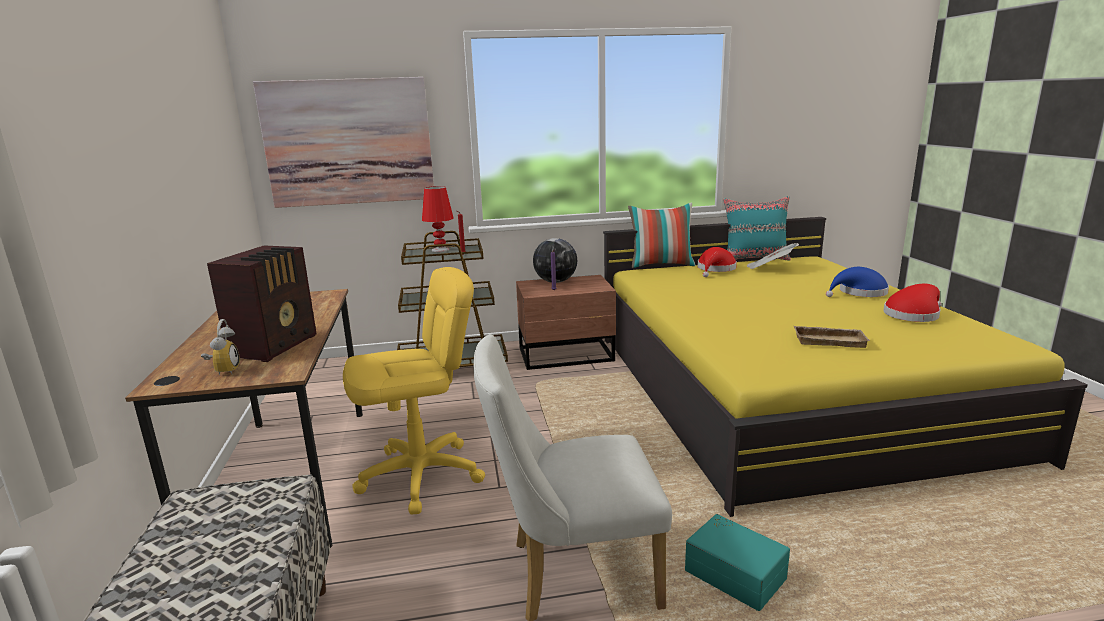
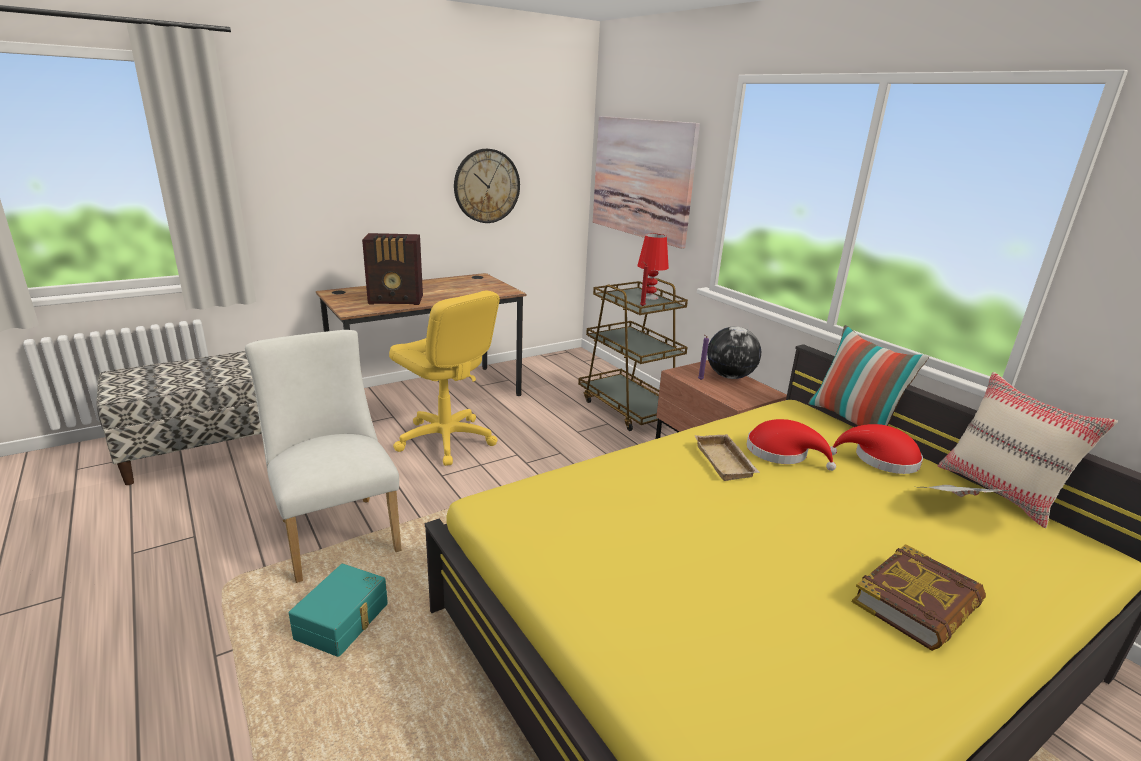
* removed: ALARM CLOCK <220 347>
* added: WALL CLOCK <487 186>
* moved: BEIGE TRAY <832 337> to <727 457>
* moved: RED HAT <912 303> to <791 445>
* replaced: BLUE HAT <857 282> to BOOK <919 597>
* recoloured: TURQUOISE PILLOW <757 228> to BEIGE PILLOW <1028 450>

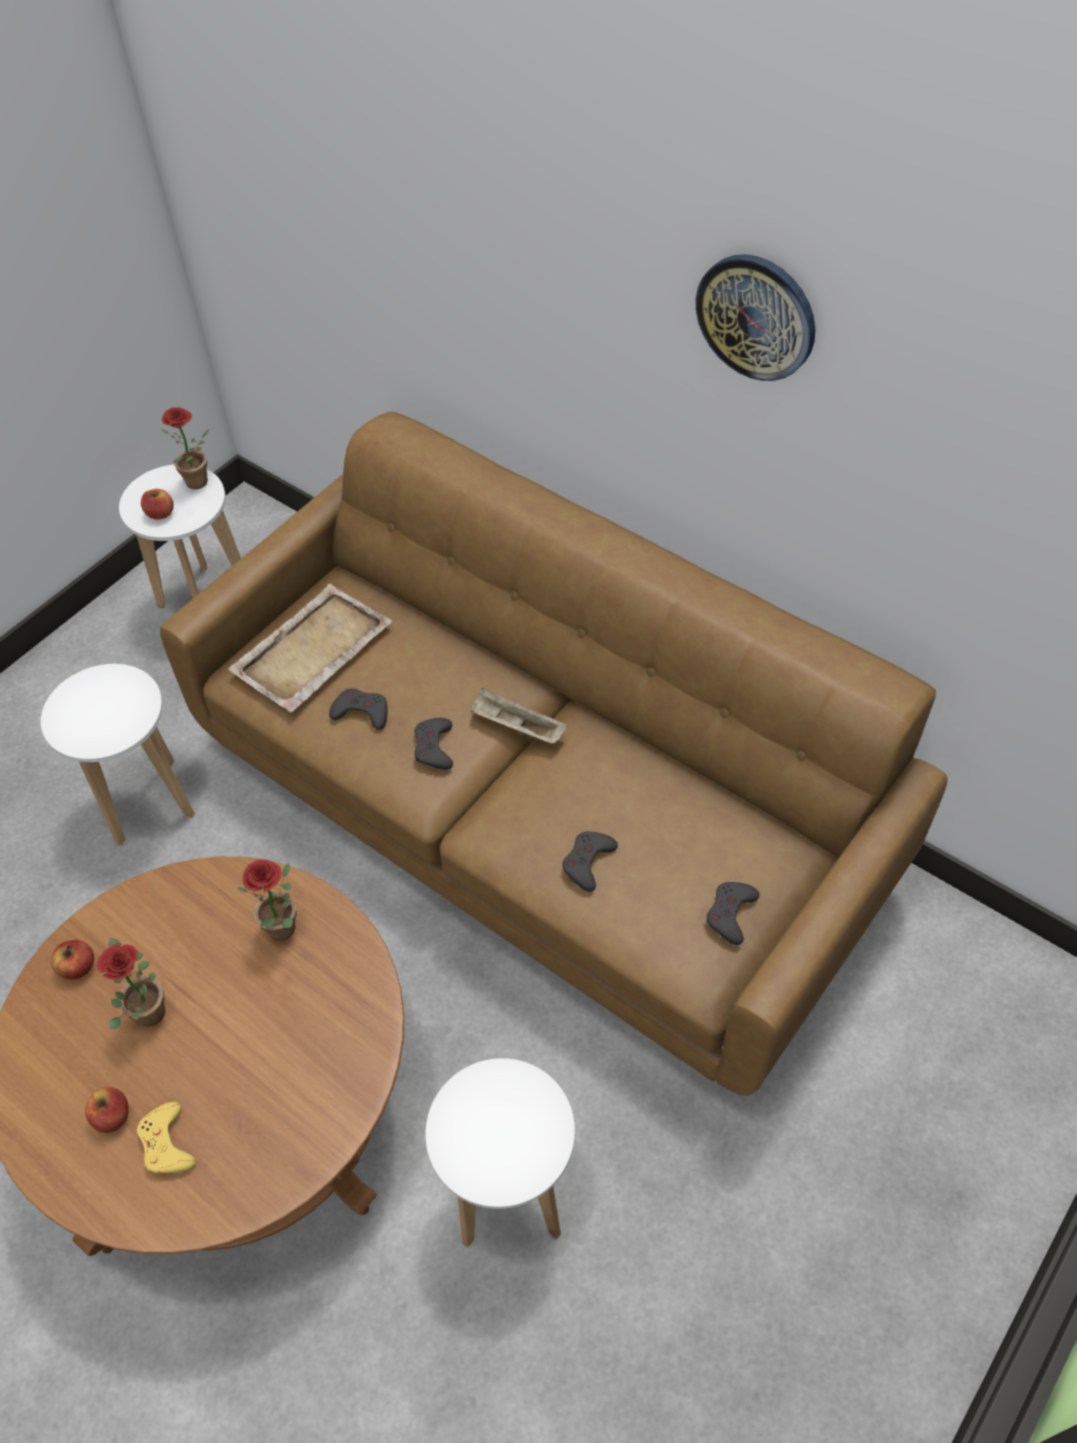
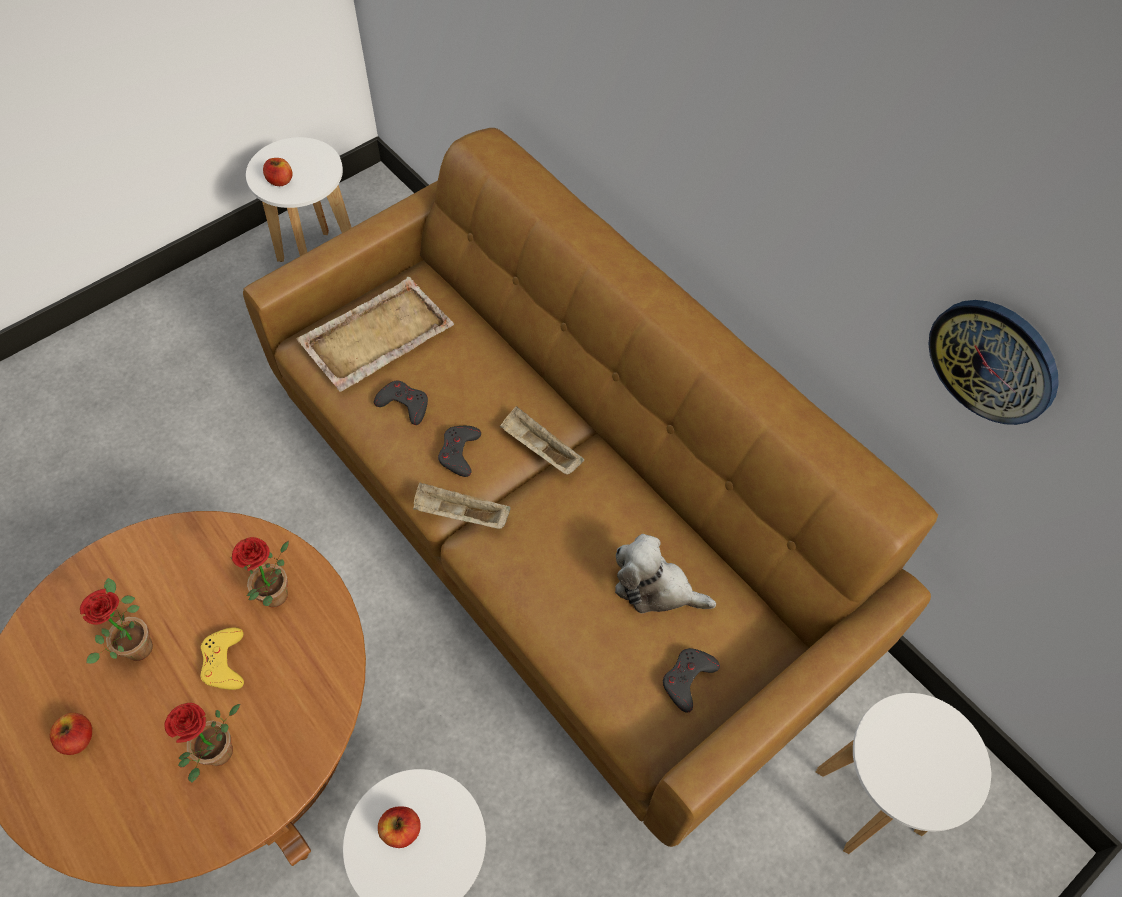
* removed: GREY GAME CONTROLLER <590 862>
* added: BEIGE TRAY <462 506>
* added: PLUSH TOY <665 573>
* moved: WHITE STOOL <118 755> to <903 773>
* moved: APPLE <72 959> to <399 827>
* moved: YELLOW GAME CONTROLLER <166 1138> to <222 659>
* moved: POTTED PLANT <185 448> to <202 743>
* moved: WALL CLOCK <755 317> to <993 362>

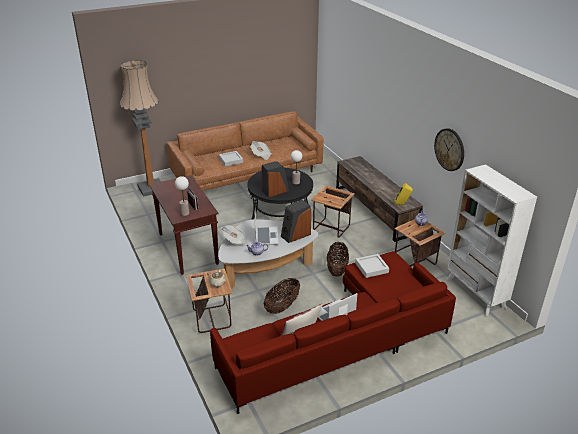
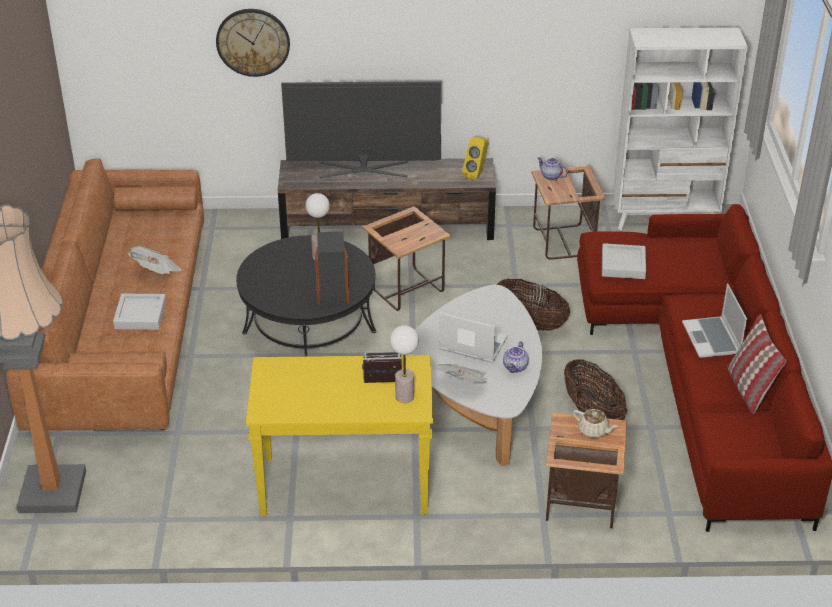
* removed: SPEAKER <296 221>
* added: TELEVISION <361 129>
* moved: WALL CLOCK <449 149> to <253 43>
* recoloured: BROWN CONSOLE TABLE <184 225> to YELLOW CONSOLE TABLE <339 436>

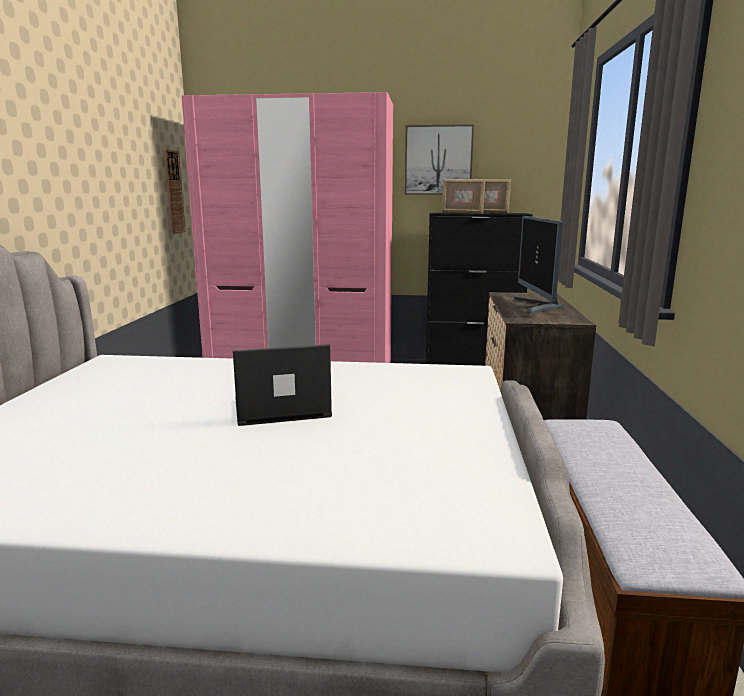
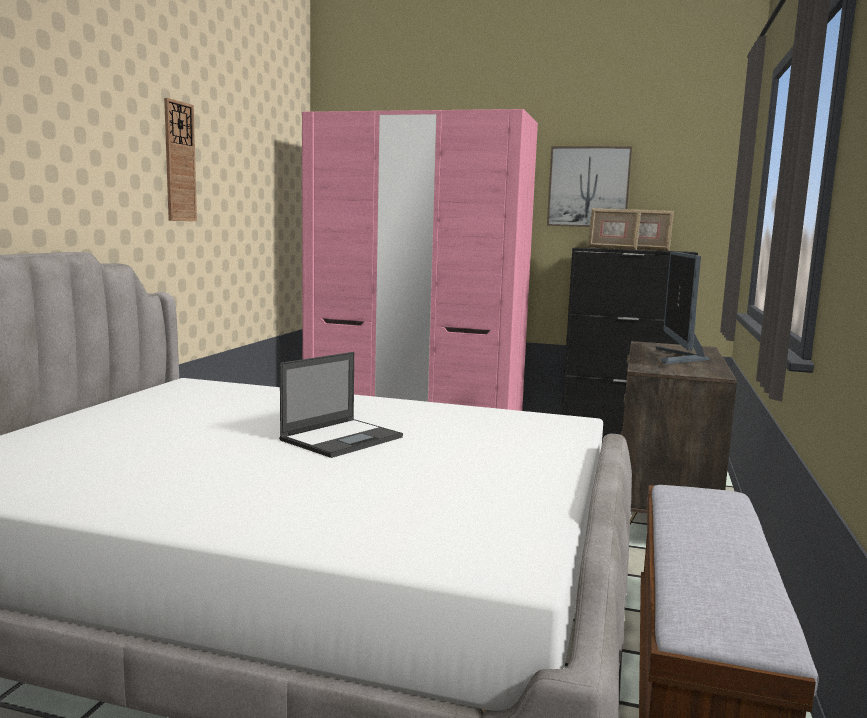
* moved: WALL CLOCK <174 191> to <180 159>
* turned: LAPTOP <282 385> = <341 405> 135 degrees clockwise

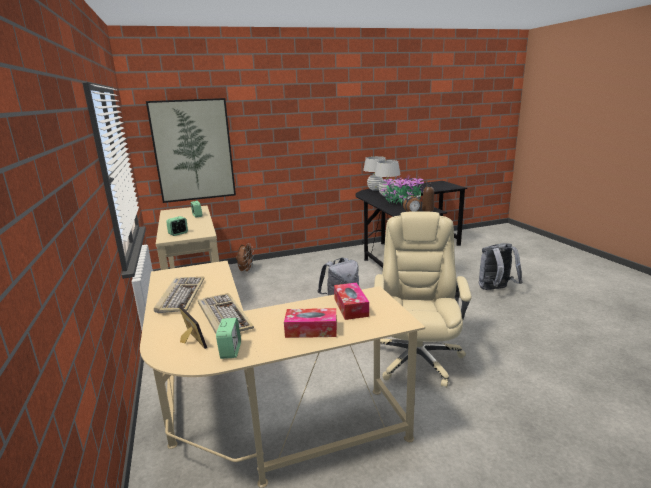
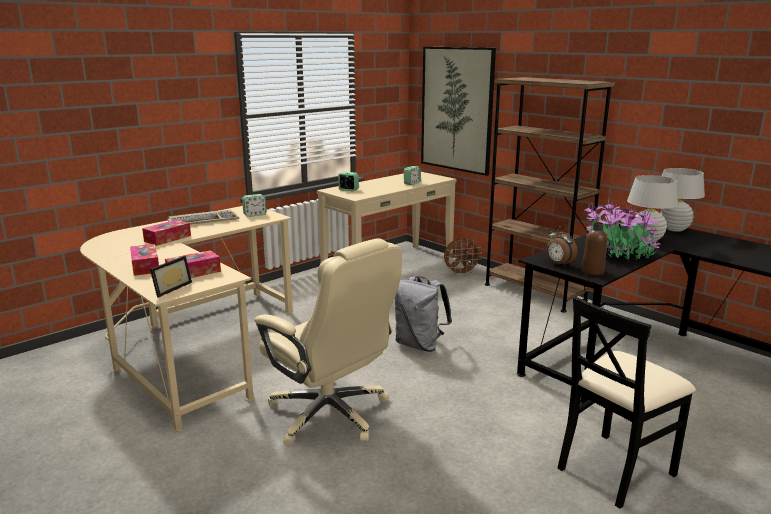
* added: BROWN BOOKCASE <550 195>
* moved: PICTURE FRAME <193 327> to <171 277>
* moved: ALARM CLOCK <228 338> to <254 205>
* replaced: KEYBOARD <226 313> to TISSUE BOX <166 233>
* replaced: GREY BACKPACK <501 266> to BLACK CHAIR <627 402>
* turned: BEIGE OFFICE CHAIR <423 299> = <328 342> 60 degrees clockwise

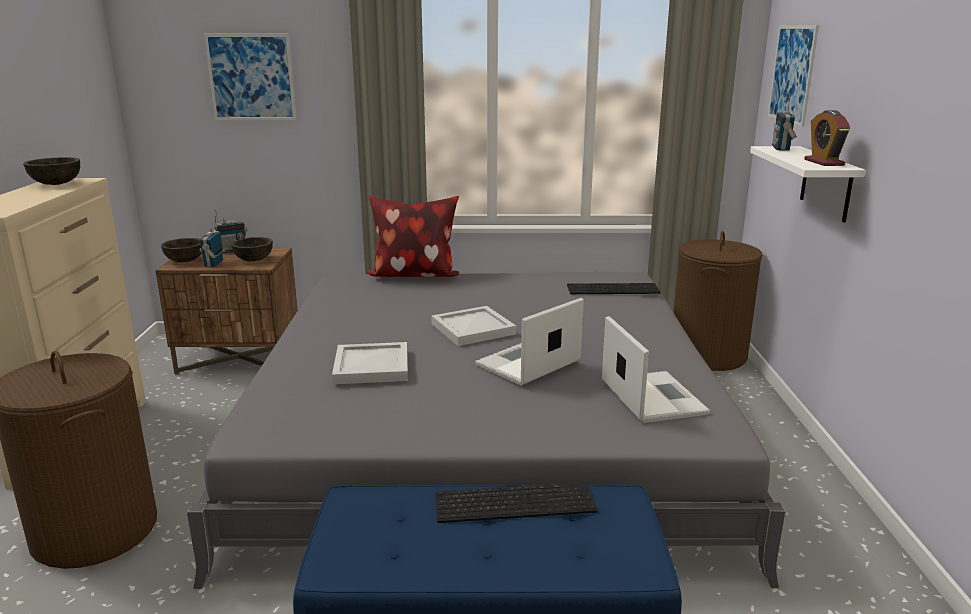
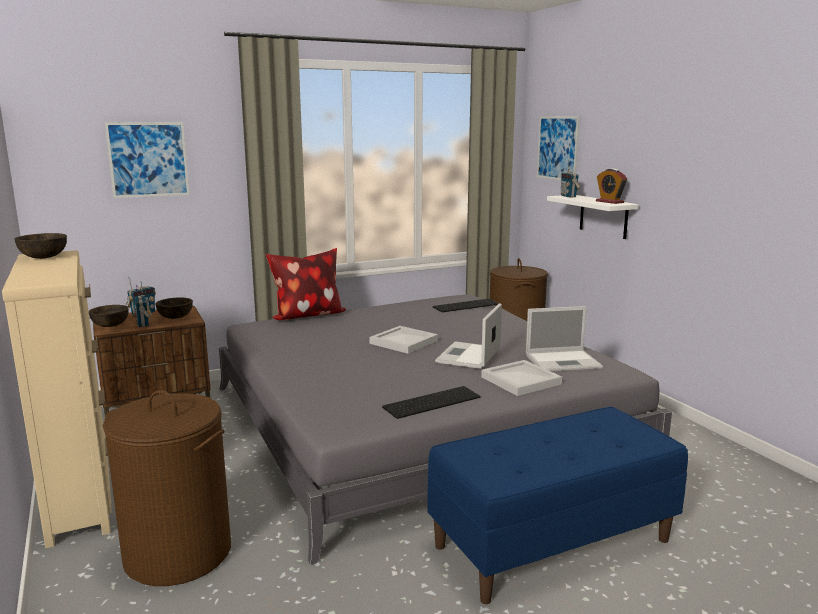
* moved: WHITE TRAY <370 363> to <521 378>
* moved: KEYBOARD <516 502> to <431 402>
* turned: LAPTOP <656 369> = <564 339> 120 degrees clockwise

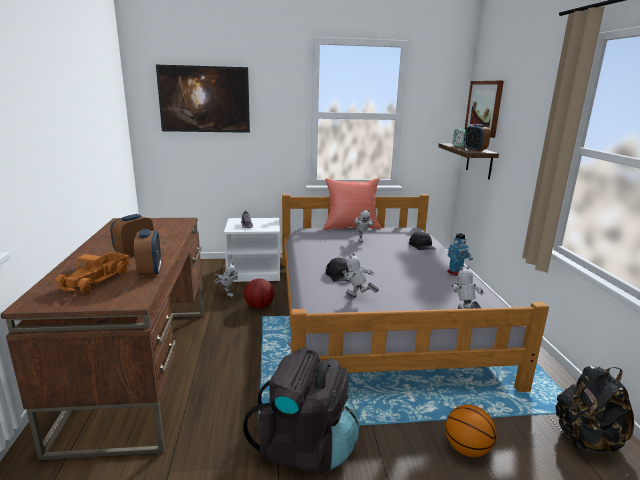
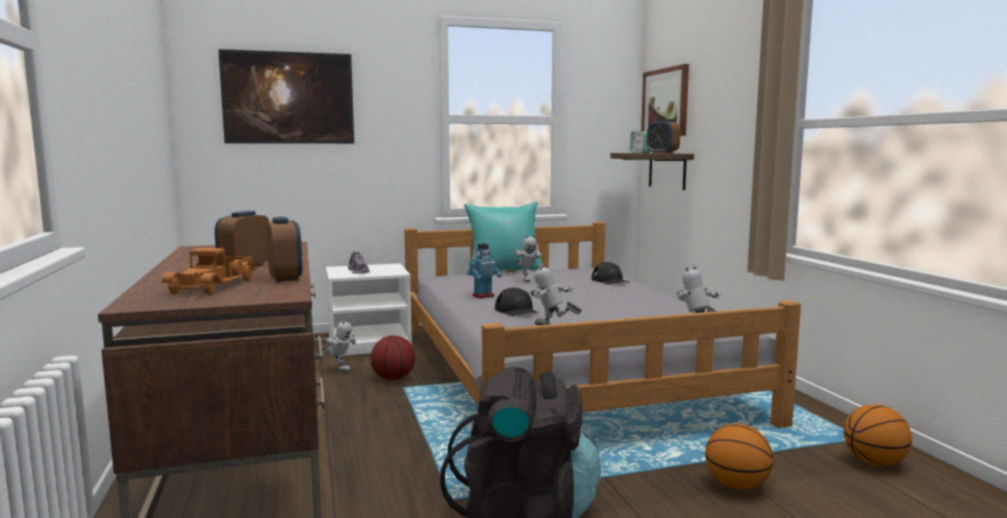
* moved: TOY ROBOT <460 254> to <485 271>
* replaced: BLACK BACKPACK <595 409> to BASKETBALL <878 435>
* recoloured: RED PILLOW <352 203> to TURQUOISE PILLOW <504 238>

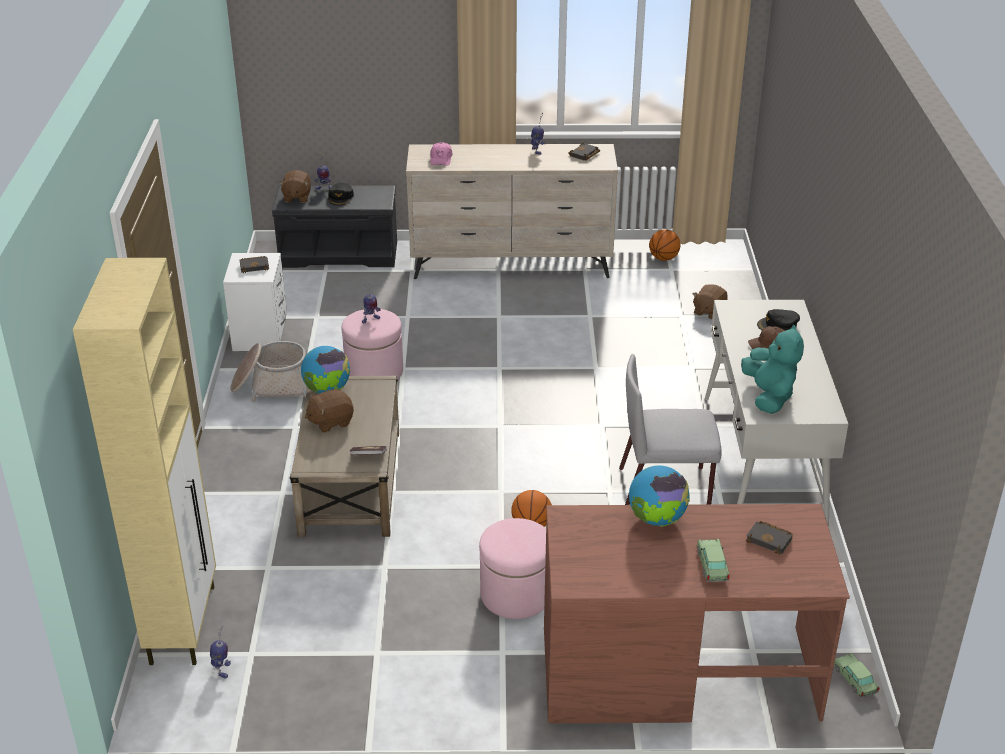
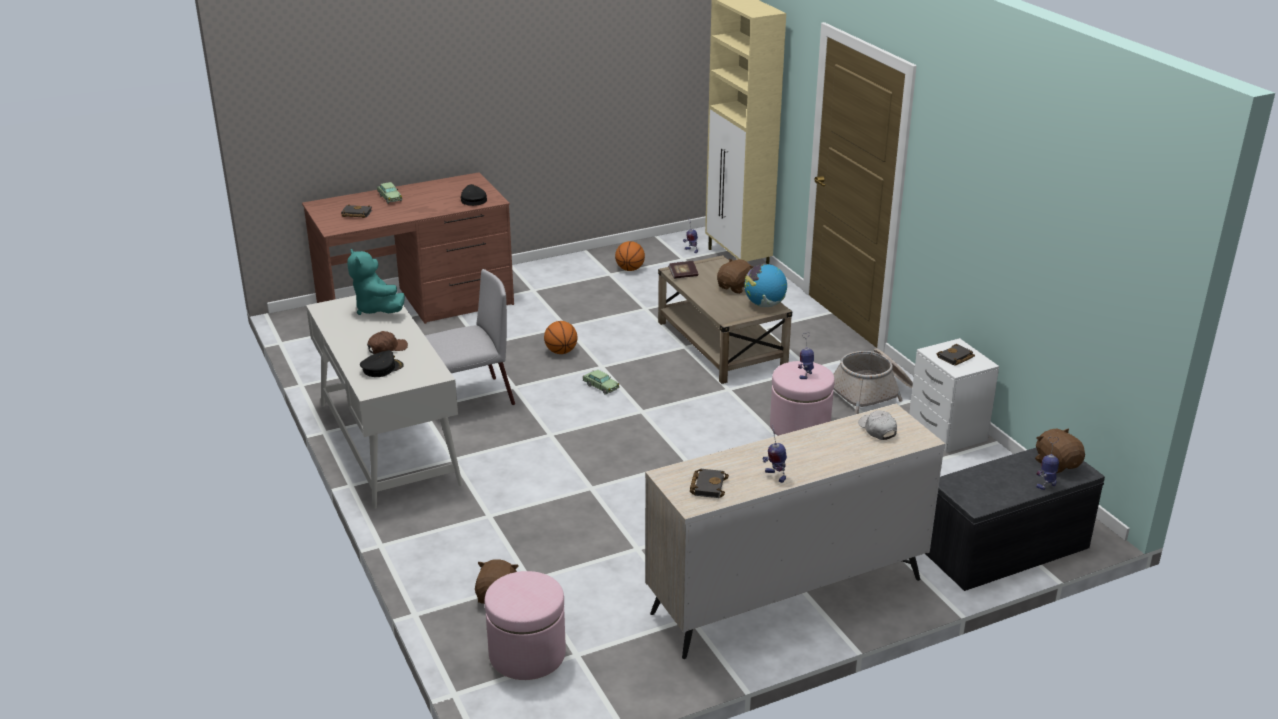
* removed: GLOBE <659 496>
* moved: BLACK CAP <341 194> to <473 195>
* moved: PINK OTTOMAN <512 568> to <525 625>
* moved: BASKETBALL <665 245> to <630 256>
* moved: TOY CAR <856 675> to <601 382>
* recoloured: PINK CAP <441 154> to WHITE CAP <877 425>

